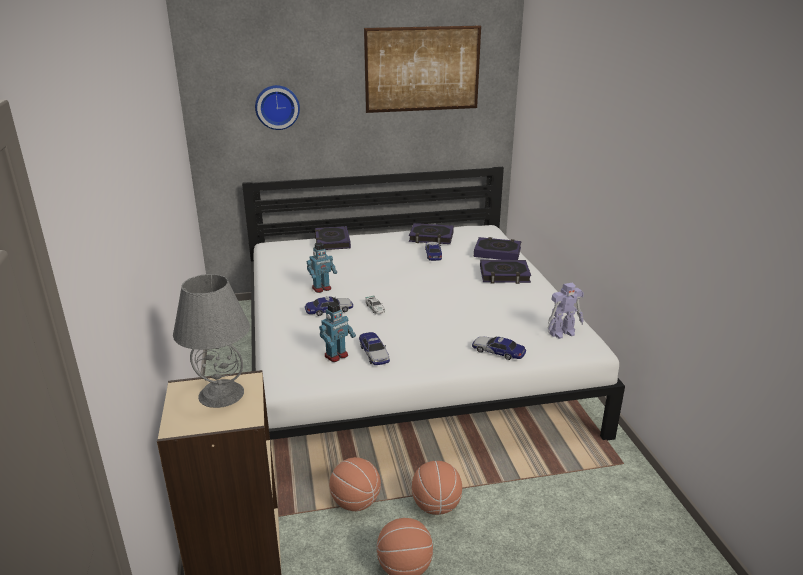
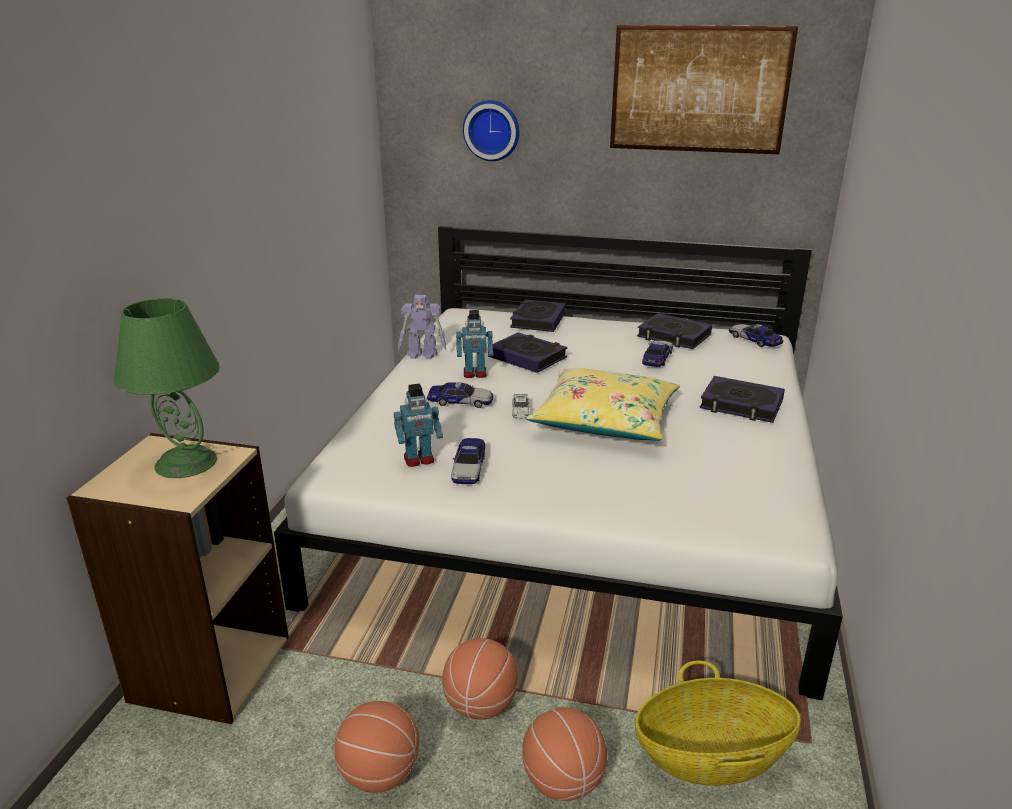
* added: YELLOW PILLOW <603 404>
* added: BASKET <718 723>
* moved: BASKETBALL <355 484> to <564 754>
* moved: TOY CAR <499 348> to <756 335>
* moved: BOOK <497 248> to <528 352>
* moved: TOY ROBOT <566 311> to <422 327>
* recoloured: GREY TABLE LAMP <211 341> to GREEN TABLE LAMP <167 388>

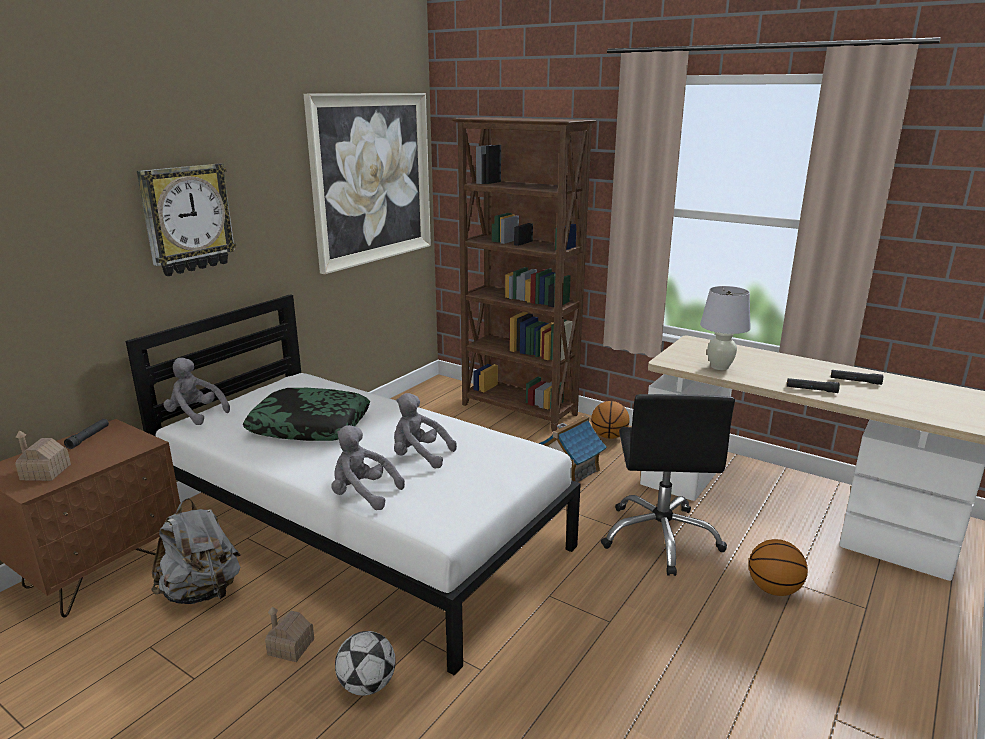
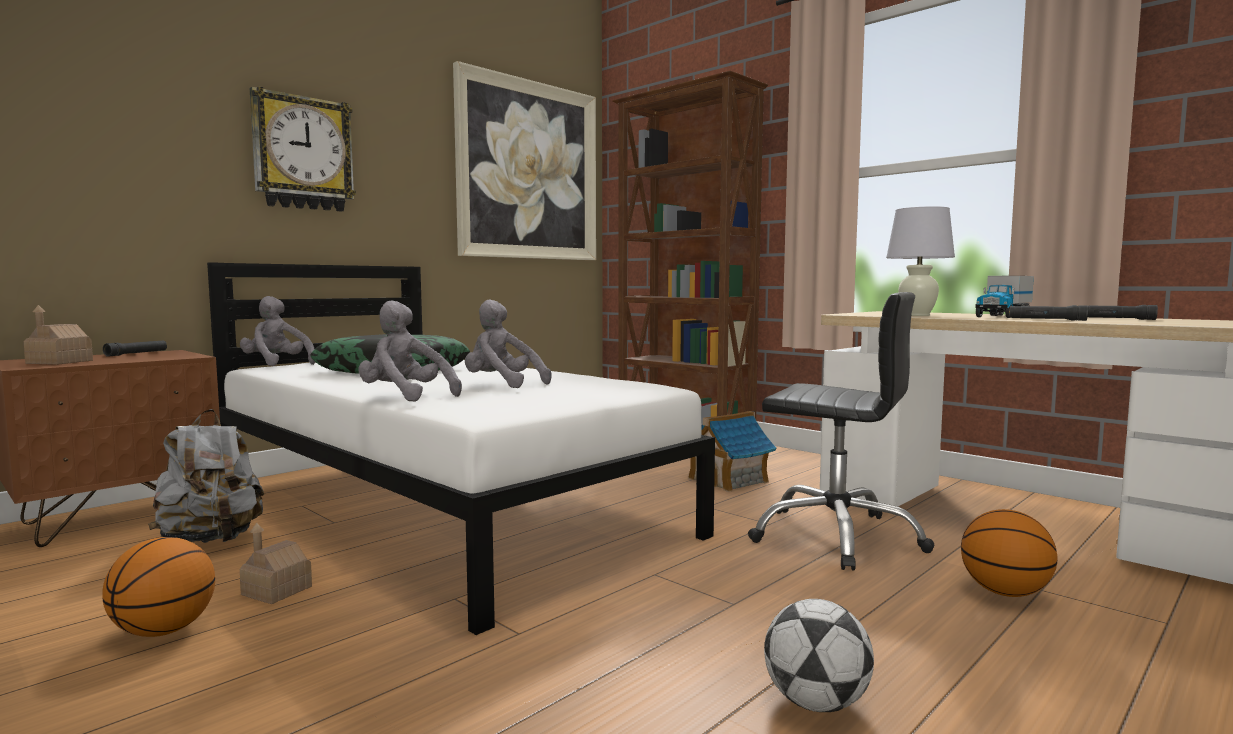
* added: TOY TRUCK <1004 297>
* moved: FOOTBALL <365 663> to <819 655>
* moved: BASKETBALL <610 420> to <158 587>
* turned: BLACK OFFICE CHAIR <668 485> = <841 431> 75 degrees counterclockwise

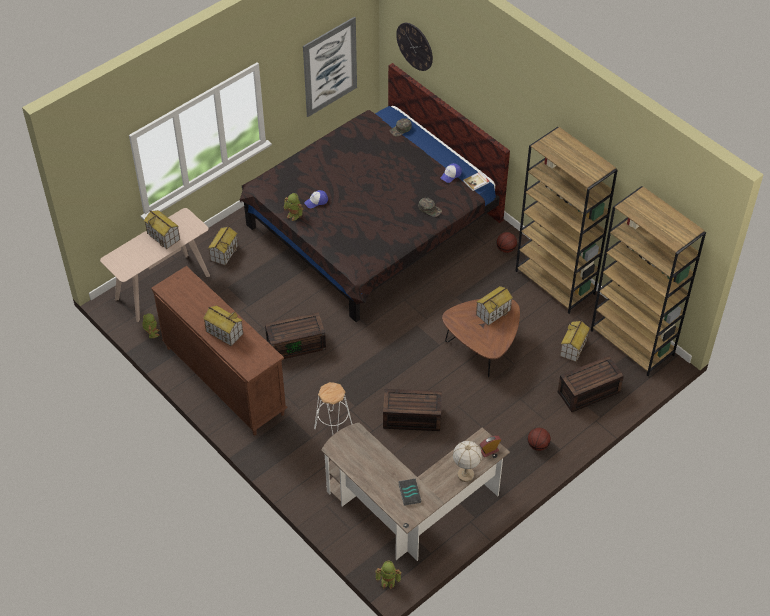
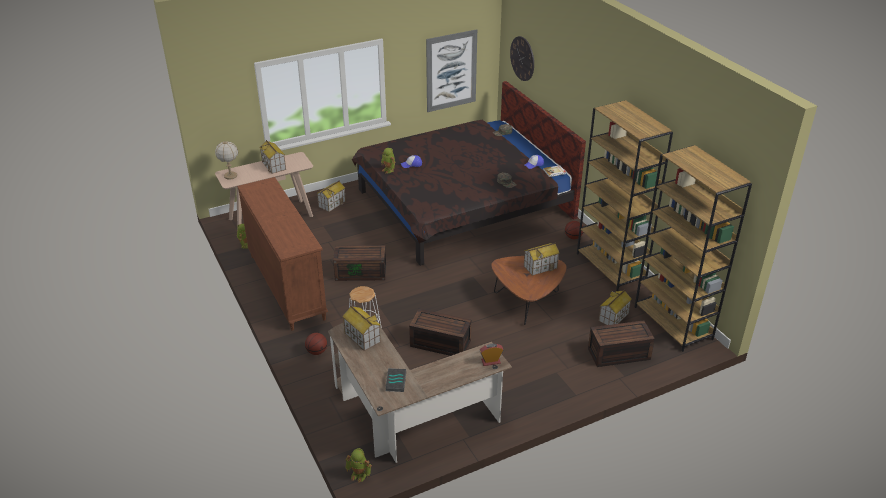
* moved: TOY HOUSE <223 325> to <361 328>
* moved: TABLE LAMP <467 461> to <226 160>
* moved: BASKETBALL <539 439> to <316 344>

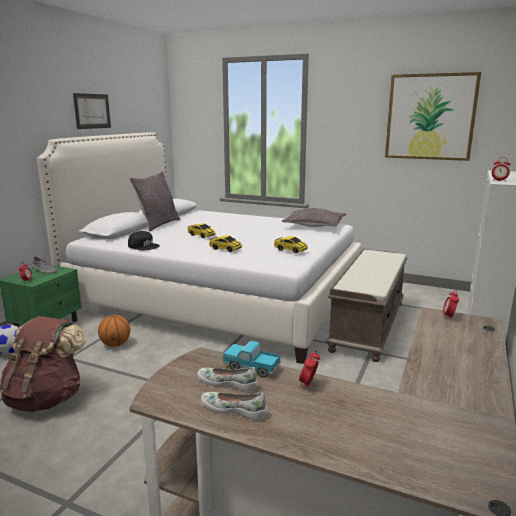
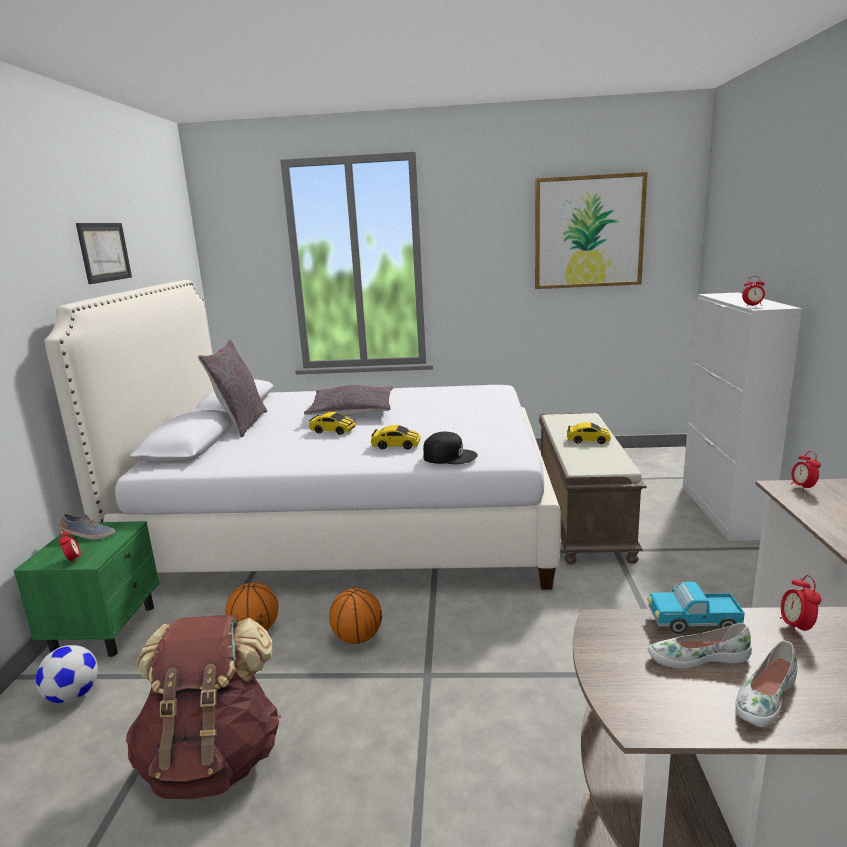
* added: BASKETBALL <355 616>
* moved: BLACK CAP <144 240> to <450 448>
* moved: TOY CAR <291 244> to <589 433>
* moved: GREY PILLOW <314 217> to <348 400>
* turned: WHITE SHOE <234 406> = <766 684> 45 degrees counterclockwise

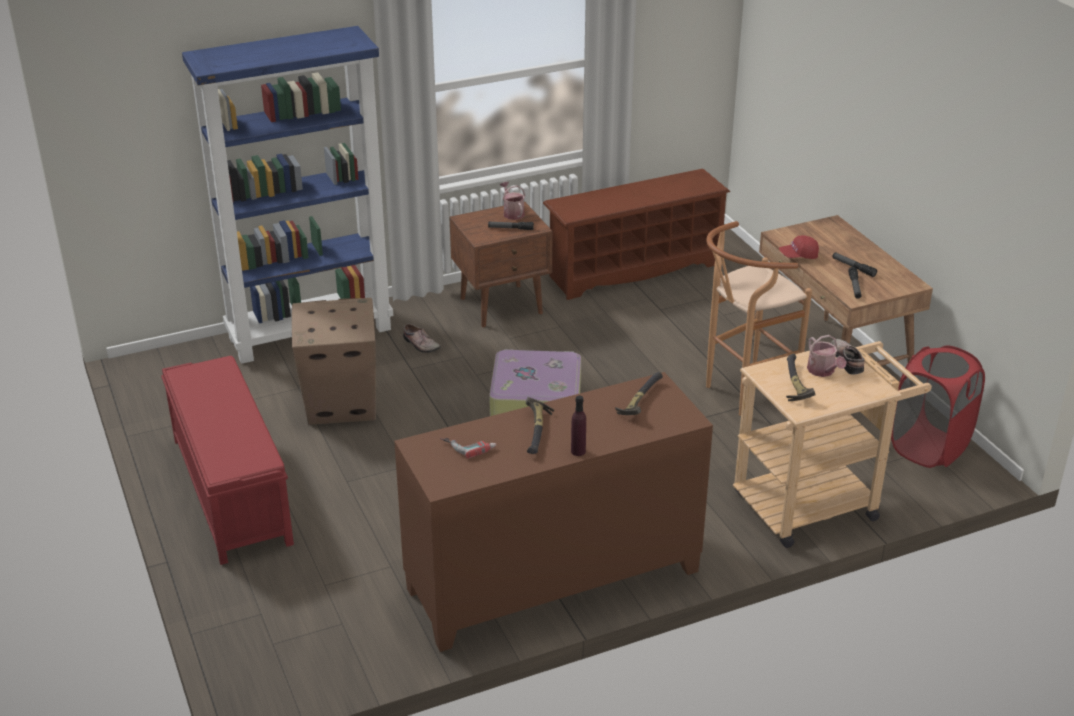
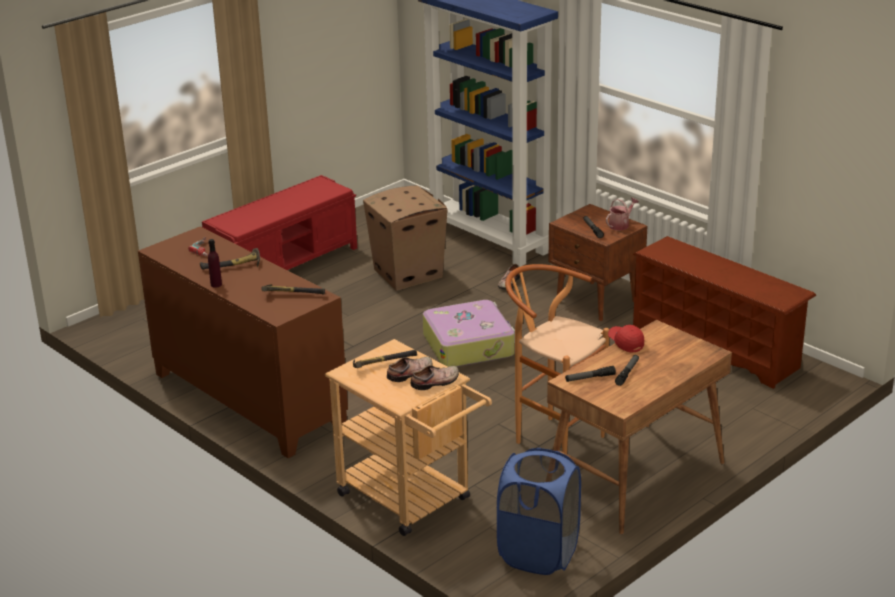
* replaced: WATERING CAN <827 356> to SHOE <410 369>
* recoloured: RED LAUNDRY BASKET <938 407> to BLUE LAUNDRY BASKET <539 511>

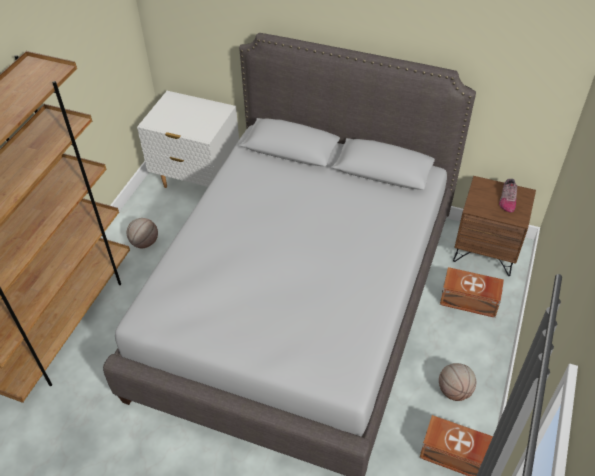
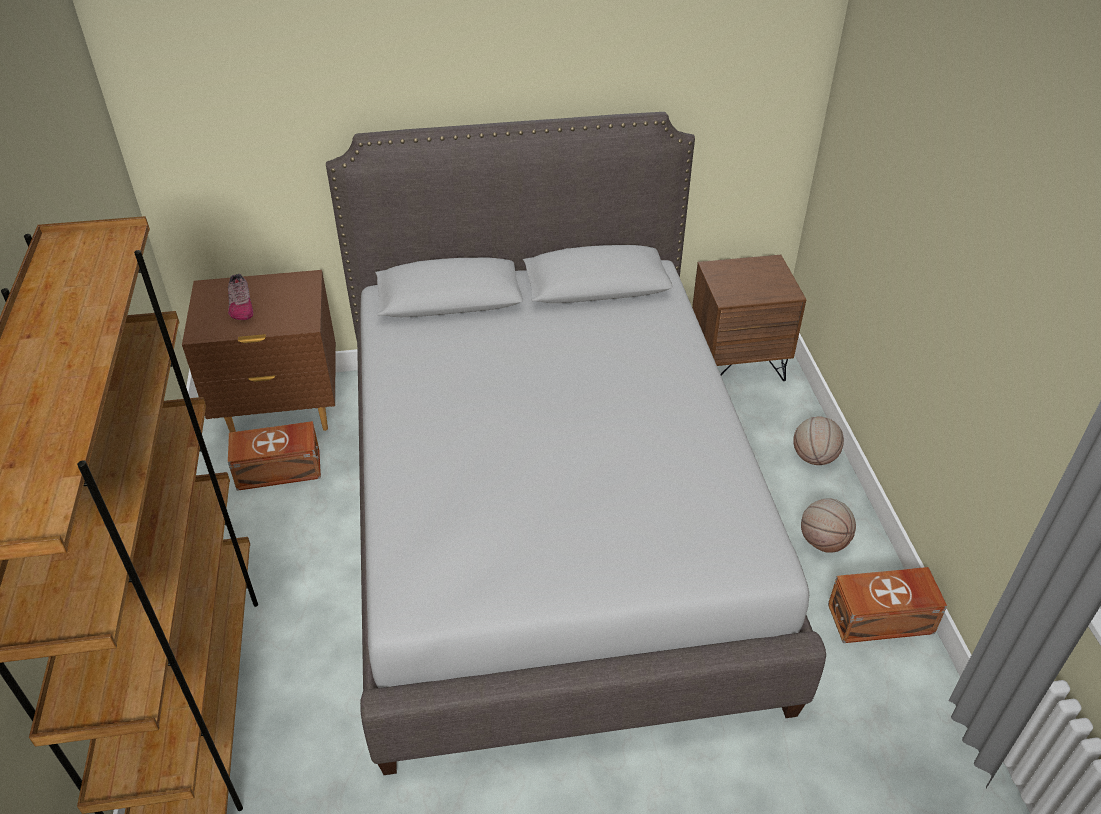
* moved: BASKETBALL <142 233> to <818 440>
* moved: BROWN STORAGE BOX <472 292> to <274 456>
* moved: SHOE <508 196> to <240 297>
* recoloured: WHITE NIGHTSTAND <188 139> to BROWN NIGHTSTAND <259 351>

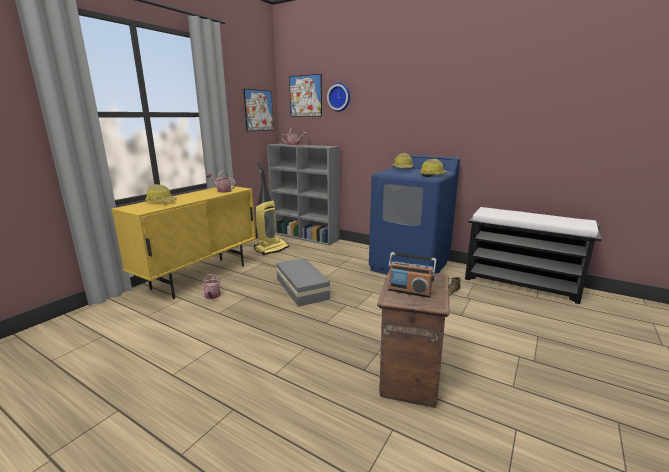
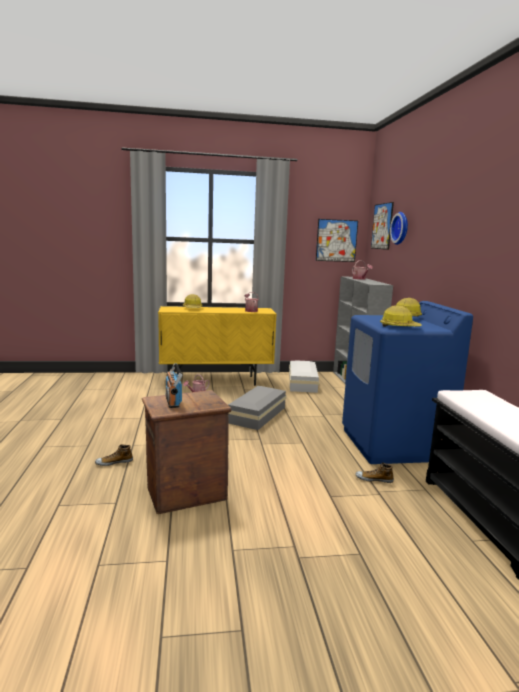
* added: SHOE <114 455>
* replaced: VACUUM CLEANER <271 208> to WHITE STORAGE BOX <304 376>

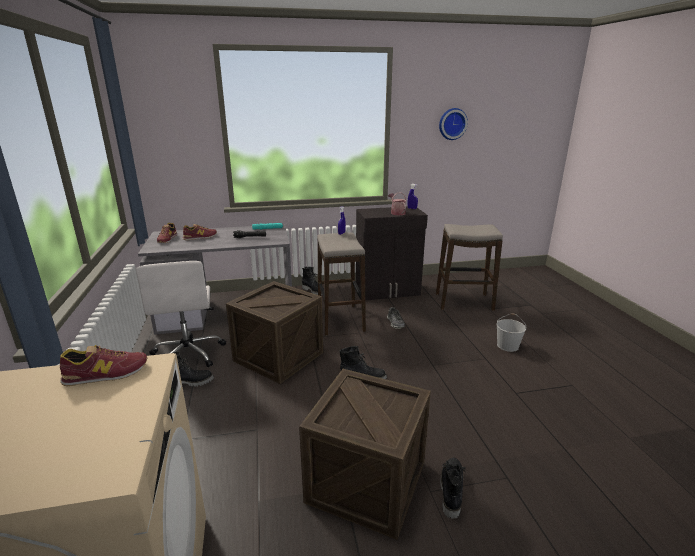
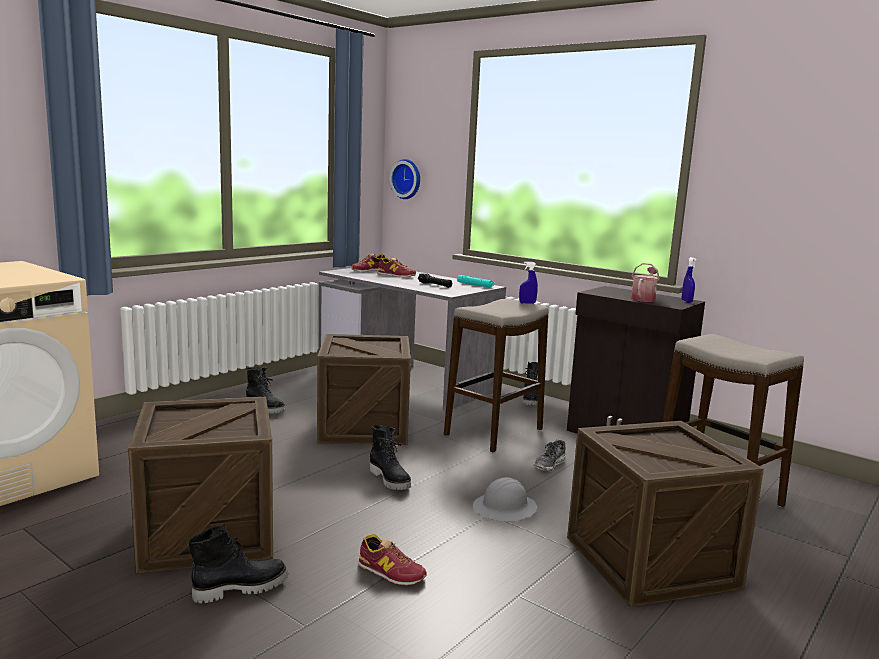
* removed: WHITE OFFICE CHAIR <181 314>
* added: GREY HARD HAT <505 499>
* moved: SHOE <103 365> to <392 559>
* moved: WALL CLOCK <453 124> to <405 179>
* replaced: WHITE BUCKET <511 333> to CRATE <665 514>

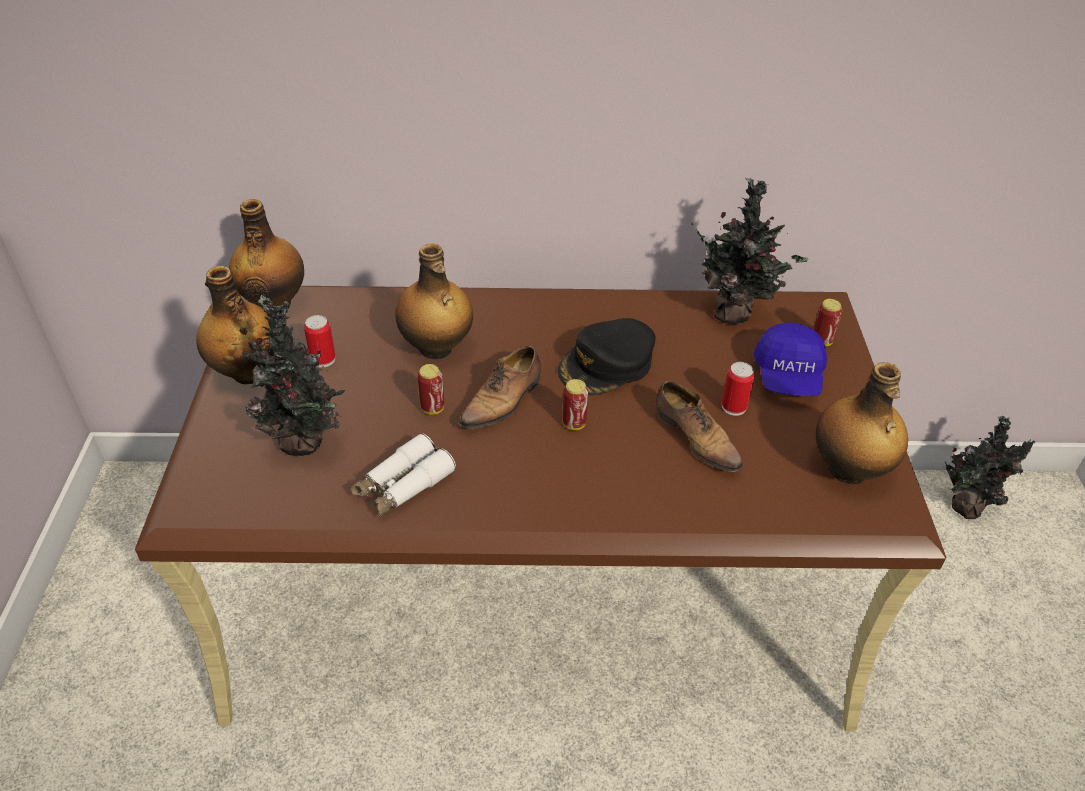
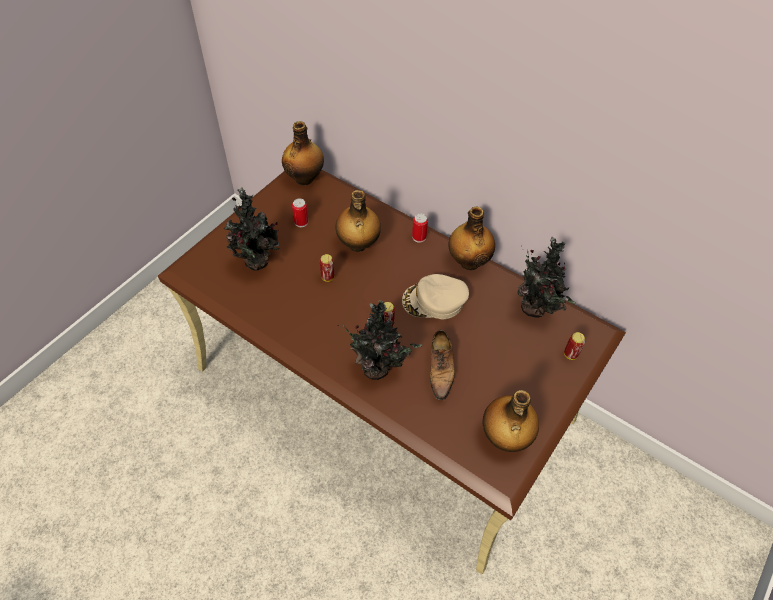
* removed: WHITE BINOCULARS <403 475>
* removed: SHOE <500 387>
* removed: BLUE CAP <790 359>
* moved: BOTTLE <235 325> to <471 238>
* moved: CAN <738 389> to <420 228>
* moved: POTTED PLANT <990 467> to <379 340>
* recoloured: BLACK CAP <607 356> to BEIGE CAP <435 297>

